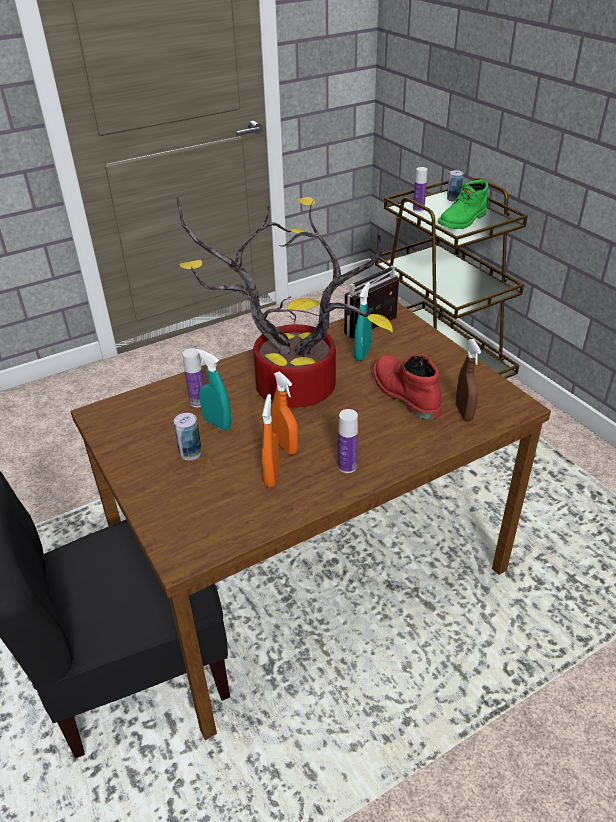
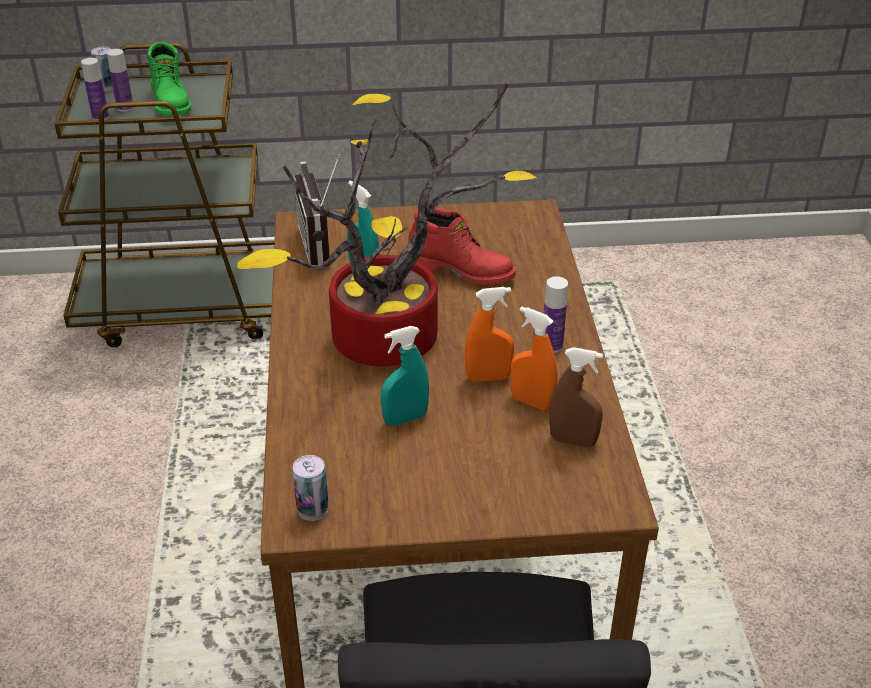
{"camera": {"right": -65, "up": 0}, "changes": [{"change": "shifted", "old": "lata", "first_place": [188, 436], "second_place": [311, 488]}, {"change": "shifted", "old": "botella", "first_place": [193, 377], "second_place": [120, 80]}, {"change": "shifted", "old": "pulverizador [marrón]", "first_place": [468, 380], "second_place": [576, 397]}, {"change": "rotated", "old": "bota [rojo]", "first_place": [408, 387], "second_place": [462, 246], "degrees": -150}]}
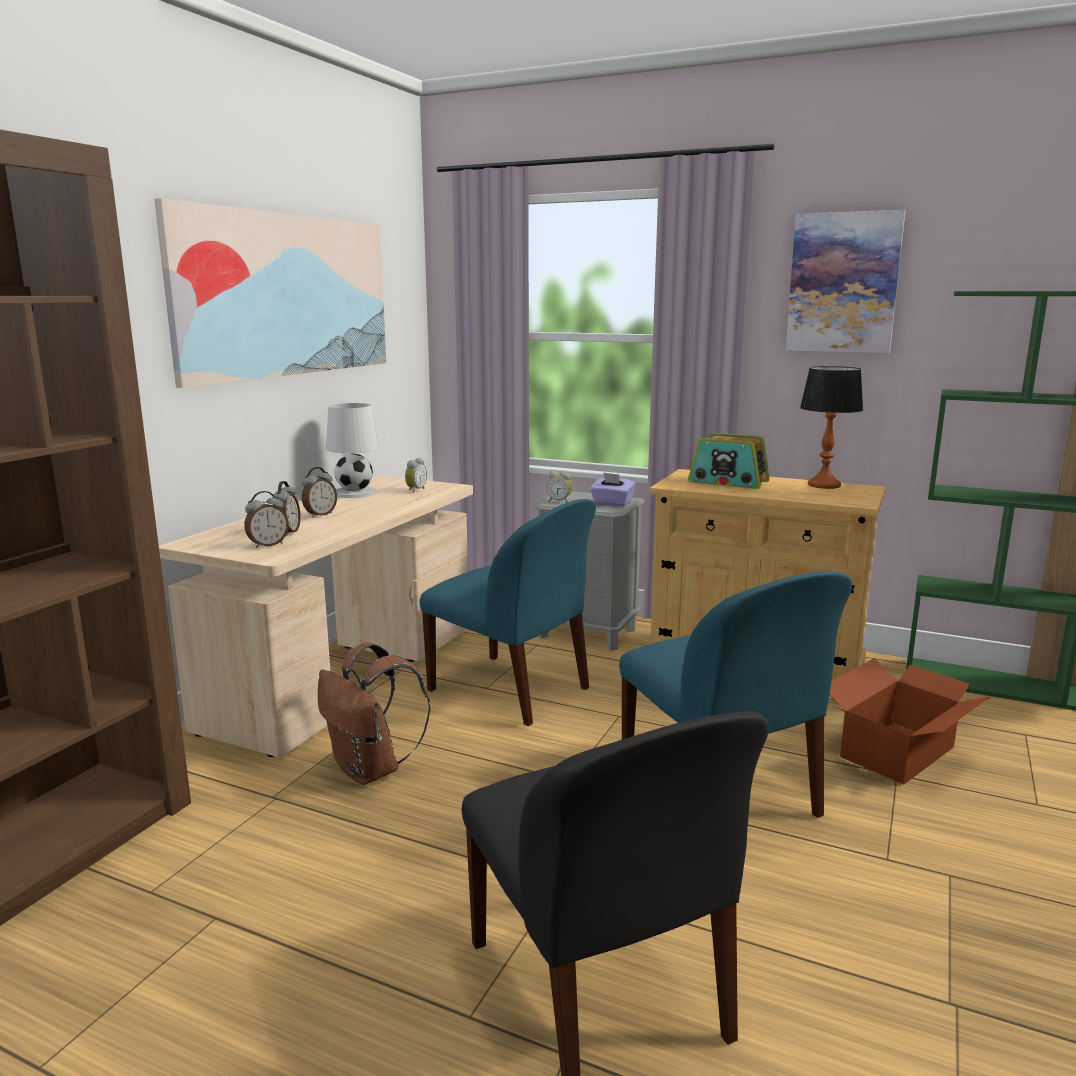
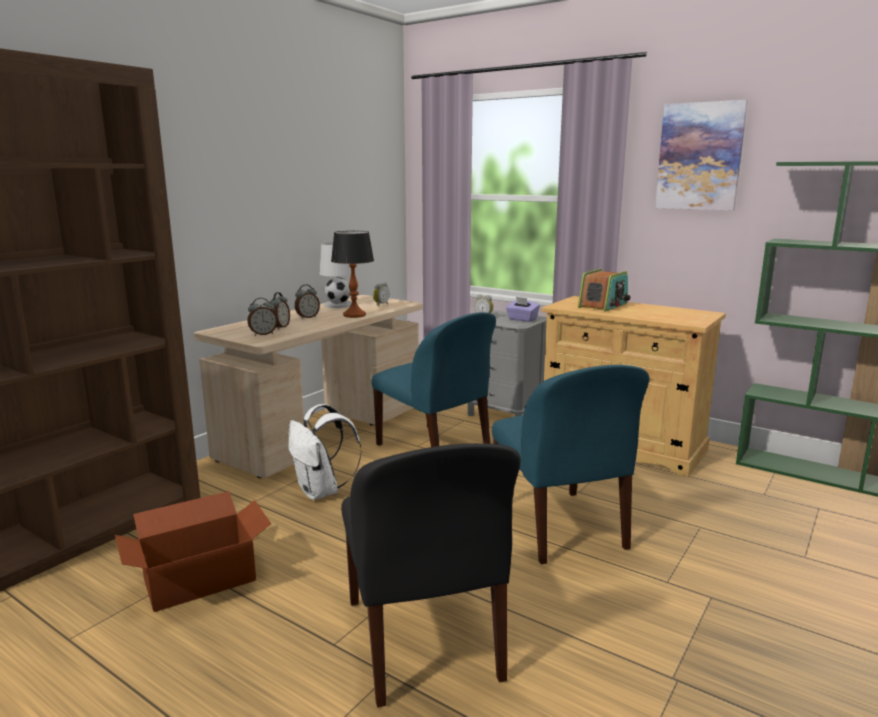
{"camera": {"right": 10, "up": 0}, "changes": [{"change": "gone", "old": "cuadro", "first_place": [270, 293]}, {"change": "shifted", "old": "lámpara de mesa", "first_place": [831, 427], "second_place": [352, 274]}, {"change": "shifted", "old": "caja de cartón", "first_place": [910, 721], "second_place": [193, 551]}, {"change": "repainted", "old": "mochila [marrón]", "new": "mochila [blanco]", "first_place": [374, 714], "second_place": [325, 452]}, {"change": "rotated", "old": "radio", "first_place": [729, 461], "second_place": [604, 290], "degrees": -90}]}
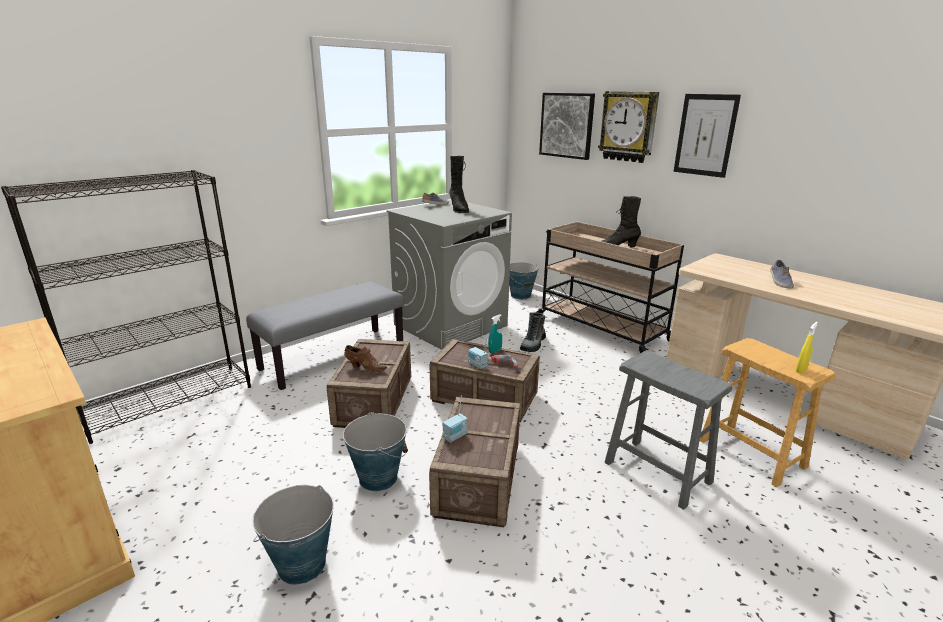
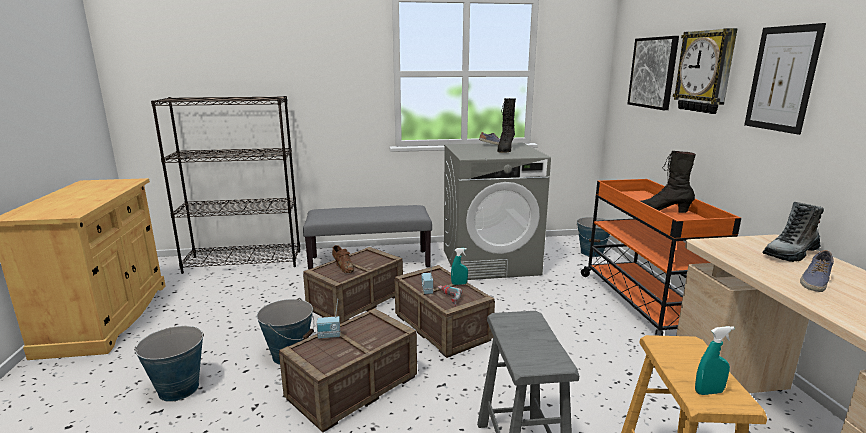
{"camera": {"right": 35, "up": -5}, "changes": [{"change": "shifted", "old": "bota", "first_place": [533, 332], "second_place": [793, 232]}, {"change": "repainted", "old": "carrito [beis]", "new": "carrito [naranja]", "first_place": [610, 287], "second_place": [661, 257]}, {"change": "repainted", "old": "pulverizador [amarillo]", "new": "pulverizador [turquesa]", "first_place": [807, 347], "second_place": [715, 360]}]}
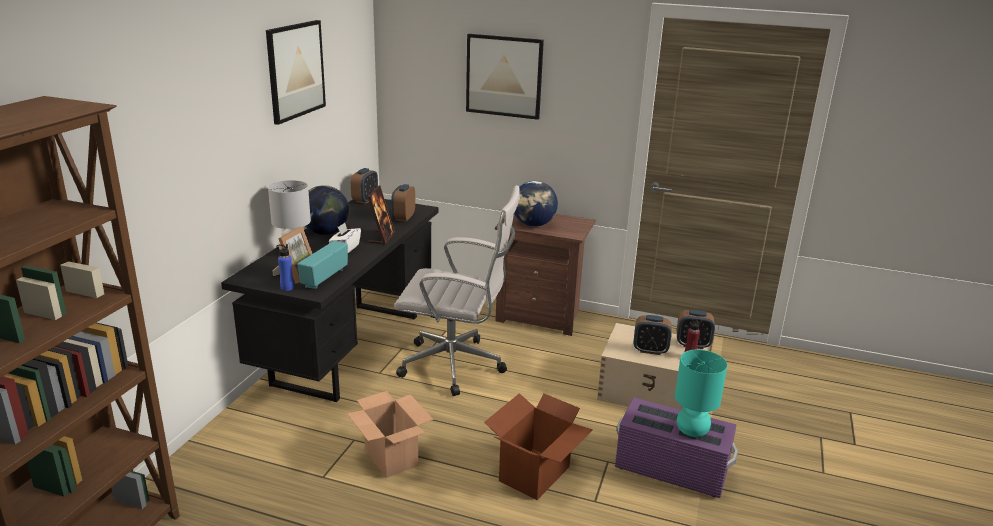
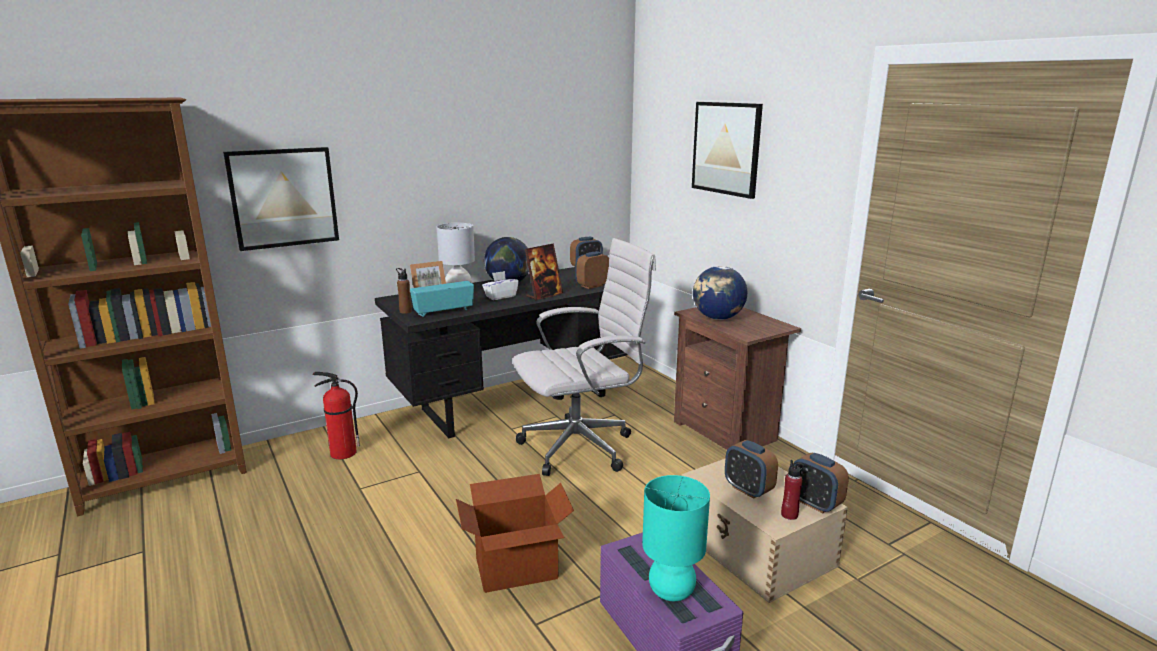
{"camera": {"right": 40, "up": -5}, "changes": [{"change": "gone", "old": "caja de cartón", "first_place": [390, 434]}, {"change": "new", "new": "extintor", "second_place": [336, 415]}, {"change": "shifted", "old": "cuadro", "first_place": [296, 72], "second_place": [281, 199]}, {"change": "repainted", "old": "botella [azul]", "new": "botella [marrón]", "first_place": [285, 267], "second_place": [404, 291]}, {"change": "rotated", "old": "silla de oficina [blanco]", "first_place": [457, 290], "second_place": [584, 357], "degrees": -75}]}
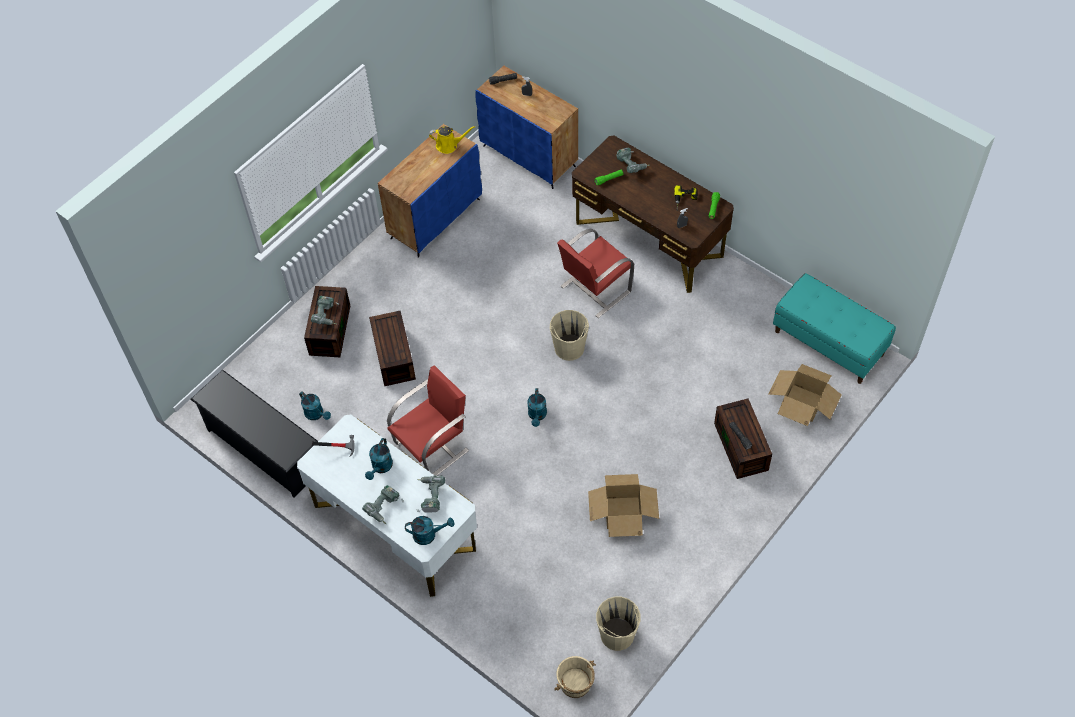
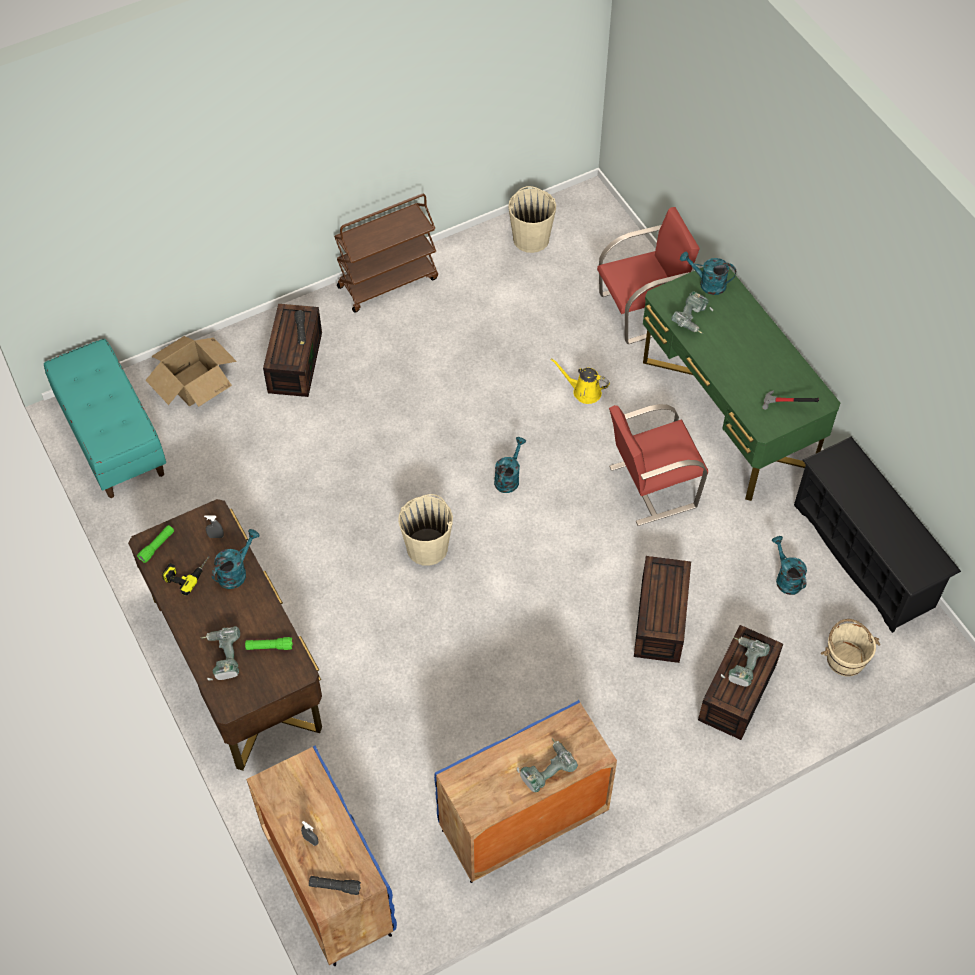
{"camera": {"right": -160, "up": 0}, "changes": [{"change": "gone", "old": "caja de cartón", "first_place": [623, 505]}, {"change": "new", "new": "carrito [marrón]", "second_place": [386, 253]}, {"change": "shifted", "old": "taladro", "first_place": [383, 505], "second_place": [547, 765]}, {"change": "shifted", "old": "regadera [turquesa]", "first_place": [379, 459], "second_place": [235, 559]}, {"change": "shifted", "old": "regadera [amarillo]", "first_place": [452, 140], "second_place": [580, 381]}, {"change": "shifted", "old": "cubo [beis]", "first_place": [575, 677], "second_place": [850, 647]}, {"change": "shifted", "old": "silla [rojo]", "first_place": [595, 273], "second_place": [648, 275]}, {"change": "repainted", "old": "escritorio [blanco]", "new": "escritorio [verde]", "first_place": [387, 505], "second_place": [741, 384]}]}
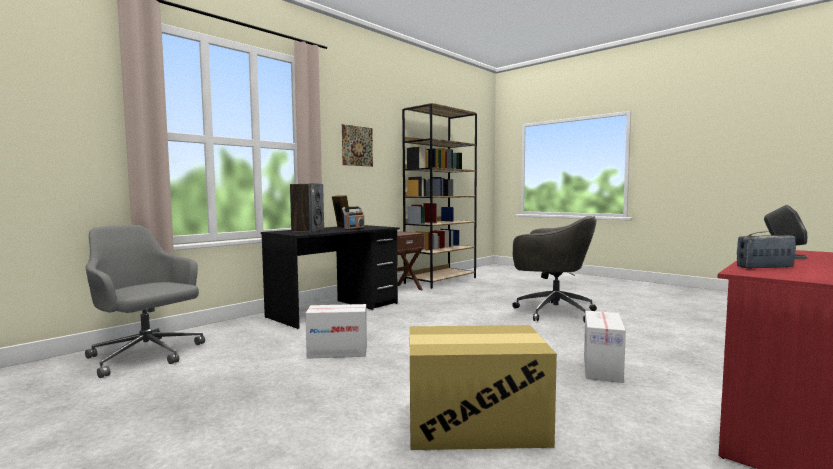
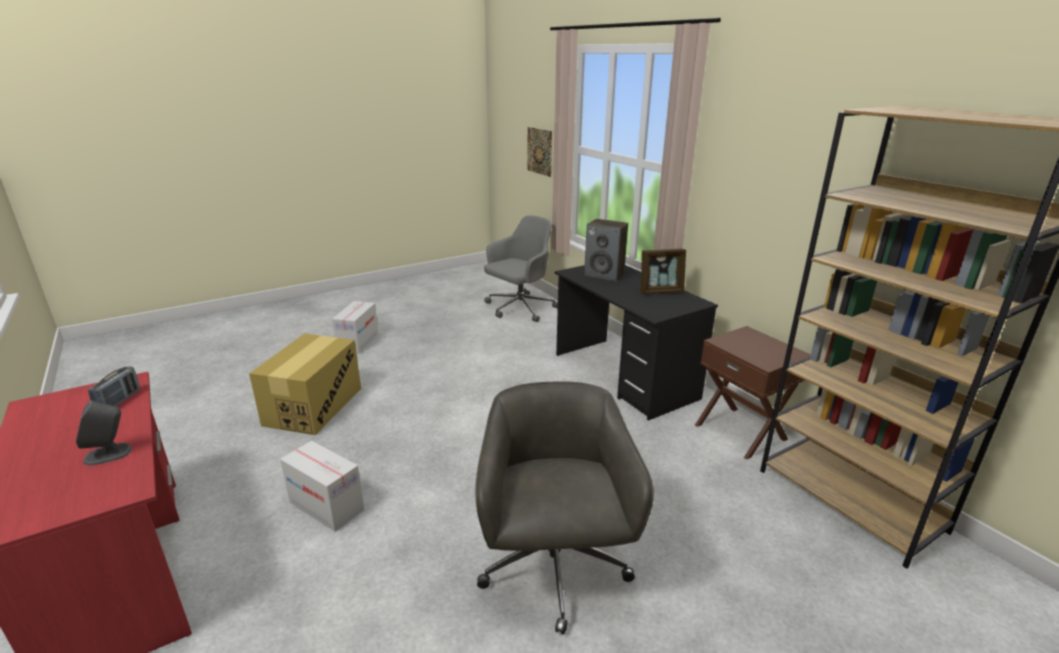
{"camera": {"right": 105, "up": 20}, "changes": [{"change": "gone", "old": "radio", "first_place": [353, 218]}, {"change": "shifted", "old": "caja de cartón", "first_place": [336, 331], "second_place": [355, 327]}, {"change": "shifted", "old": "cuadro", "first_place": [357, 145], "second_place": [539, 152]}, {"change": "rotated", "old": "silla de oficina [gris]", "first_place": [554, 269], "second_place": [564, 508], "degrees": 135}]}
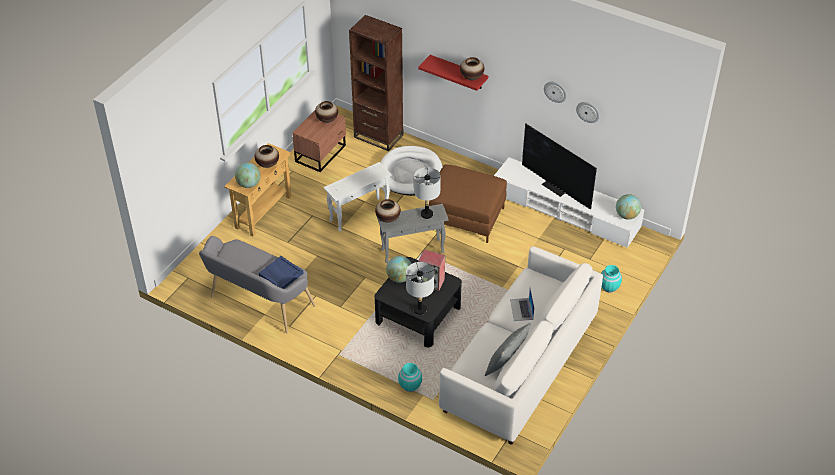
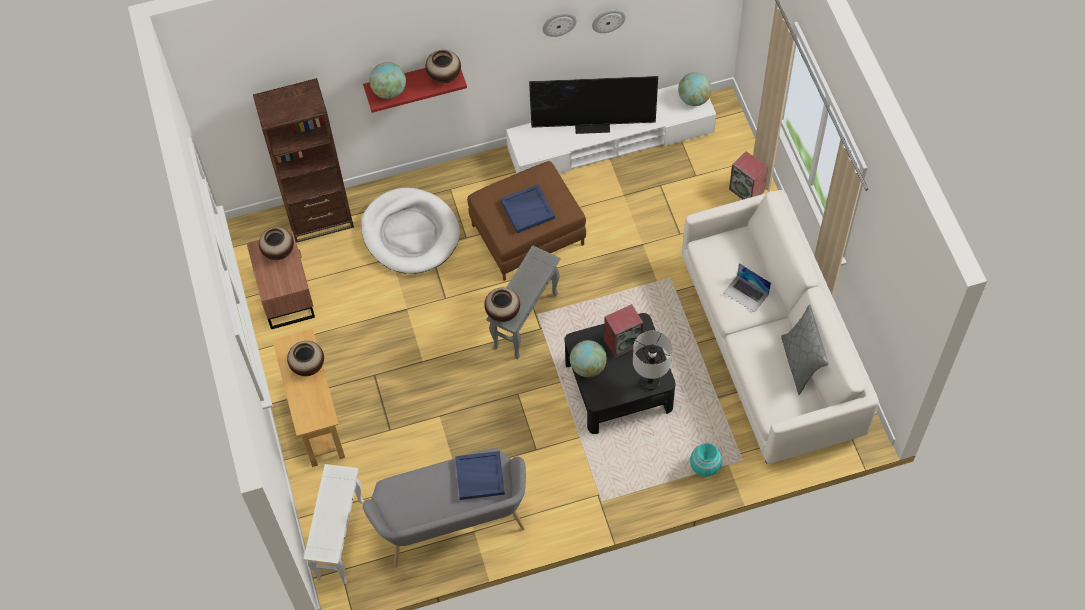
{"camera": {"right": -45, "up": 15}, "changes": [{"change": "gone", "old": "lámpara de mesa [gris]", "first_place": [427, 193]}, {"change": "new", "new": "bandeja [azul]", "second_place": [528, 208]}, {"change": "shifted", "old": "globo terráqueo", "first_place": [248, 175], "second_place": [387, 80]}, {"change": "shifted", "old": "mesa auxiliar [blanco]", "first_place": [358, 197], "second_place": [334, 524]}, {"change": "swapped", "old": "florero [turquesa]", "new": "altavoz", "first_place": [611, 278], "second_place": [748, 175]}]}
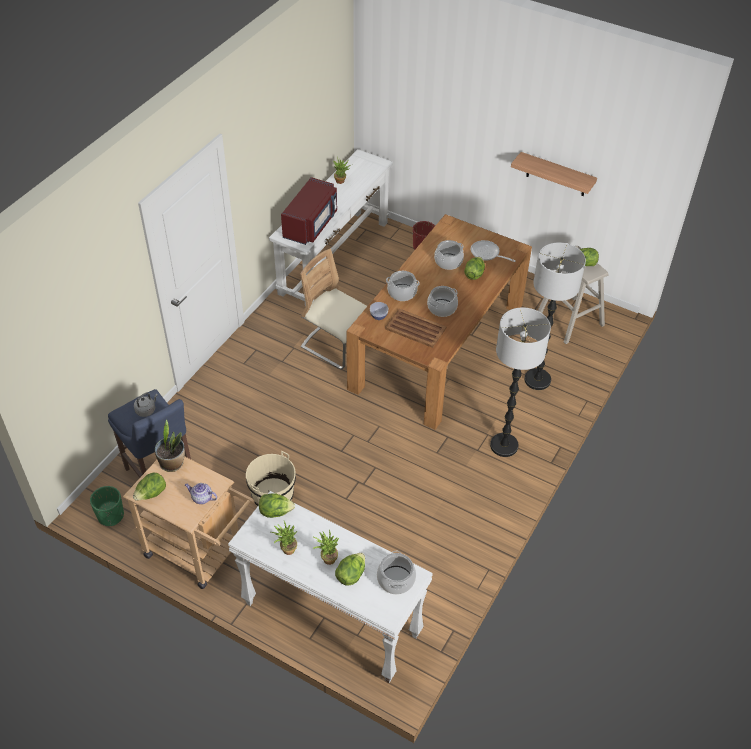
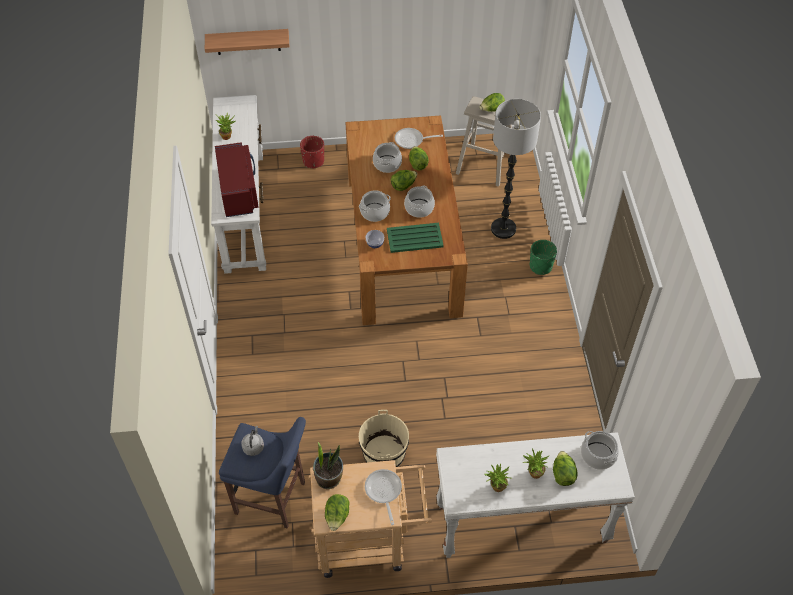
{"camera": {"right": -35, "up": 5}, "changes": [{"change": "gone", "old": "silla [beis]", "first_place": [333, 309]}, {"change": "gone", "old": "lámpara de pie", "first_place": [520, 382]}, {"change": "shifted", "old": "maceta [verde]", "first_place": [107, 506], "second_place": [543, 257]}, {"change": "shifted", "old": "lechuga", "first_place": [277, 505], "second_place": [404, 180]}, {"change": "shifted", "old": "estante", "first_place": [554, 174], "second_place": [247, 42]}, {"change": "swapped", "old": "tetera", "new": "sartén", "first_place": [201, 493], "second_place": [383, 497]}, {"change": "repainted", "old": "bandeja [marrón]", "new": "bandeja [verde]", "first_place": [415, 328], "second_place": [415, 238]}]}
